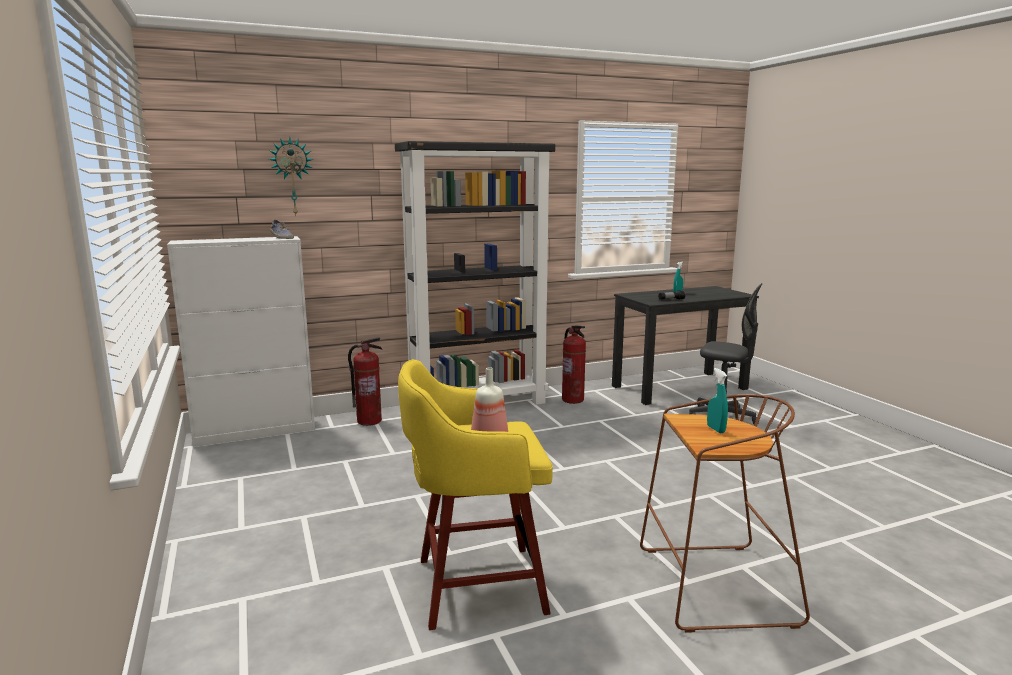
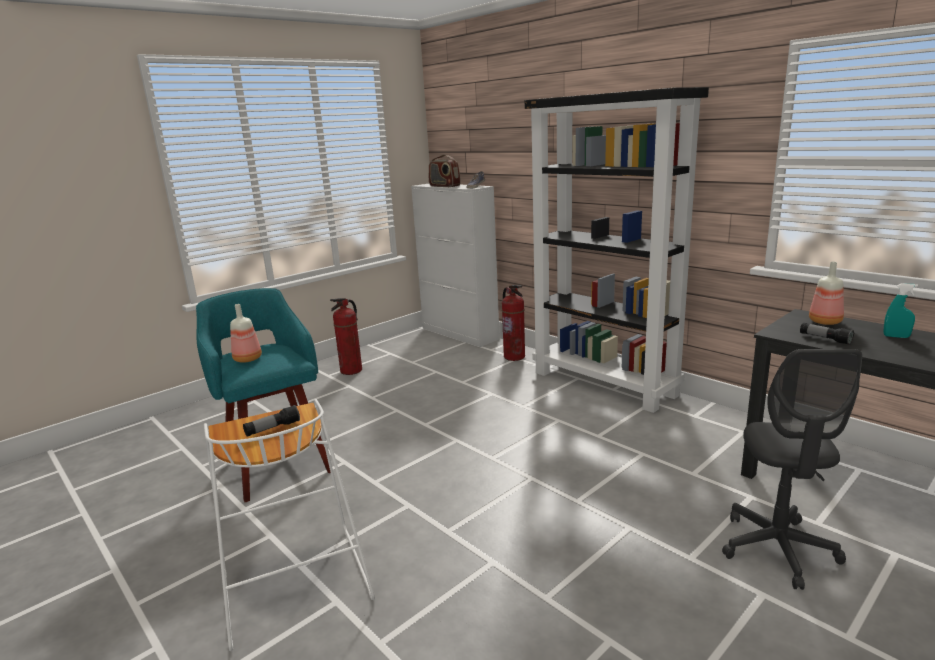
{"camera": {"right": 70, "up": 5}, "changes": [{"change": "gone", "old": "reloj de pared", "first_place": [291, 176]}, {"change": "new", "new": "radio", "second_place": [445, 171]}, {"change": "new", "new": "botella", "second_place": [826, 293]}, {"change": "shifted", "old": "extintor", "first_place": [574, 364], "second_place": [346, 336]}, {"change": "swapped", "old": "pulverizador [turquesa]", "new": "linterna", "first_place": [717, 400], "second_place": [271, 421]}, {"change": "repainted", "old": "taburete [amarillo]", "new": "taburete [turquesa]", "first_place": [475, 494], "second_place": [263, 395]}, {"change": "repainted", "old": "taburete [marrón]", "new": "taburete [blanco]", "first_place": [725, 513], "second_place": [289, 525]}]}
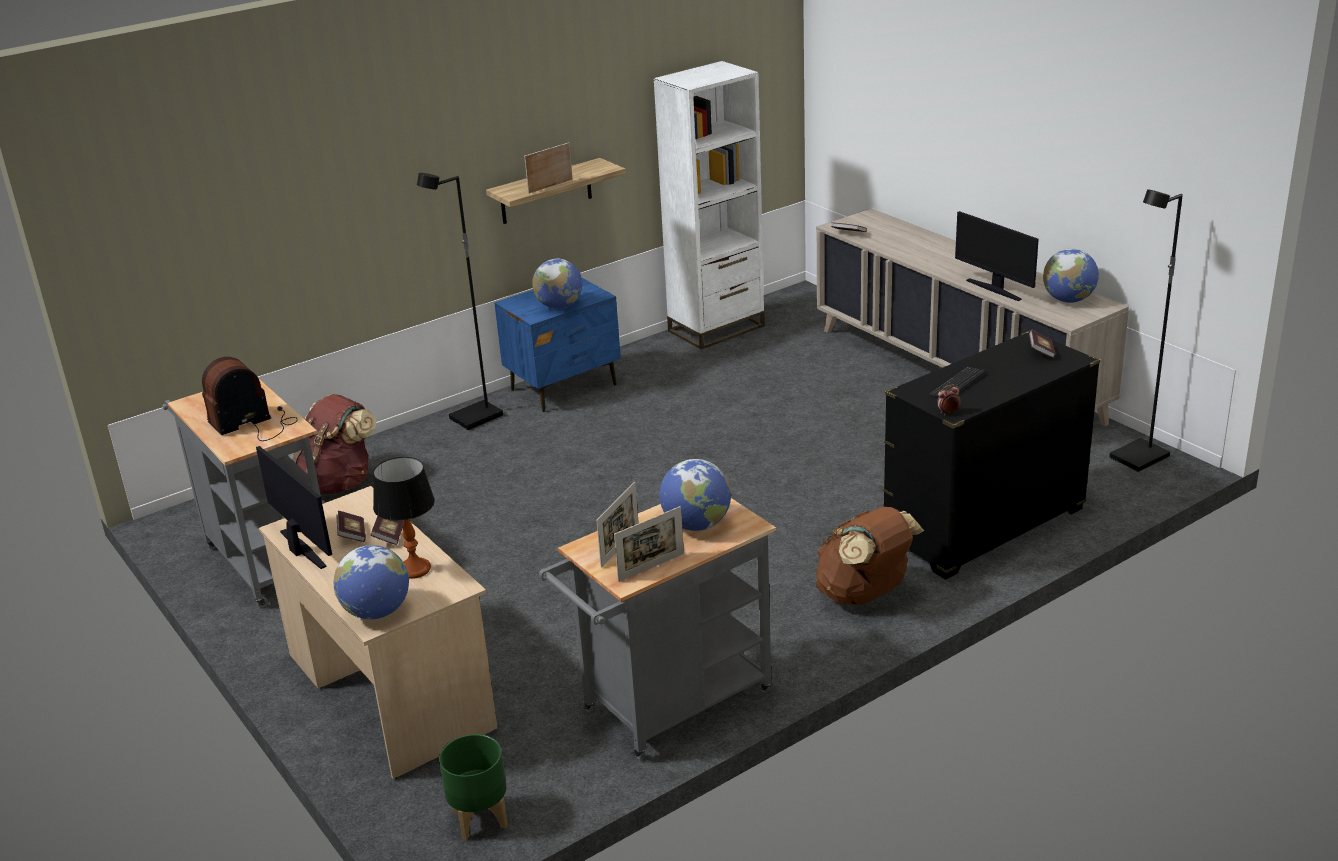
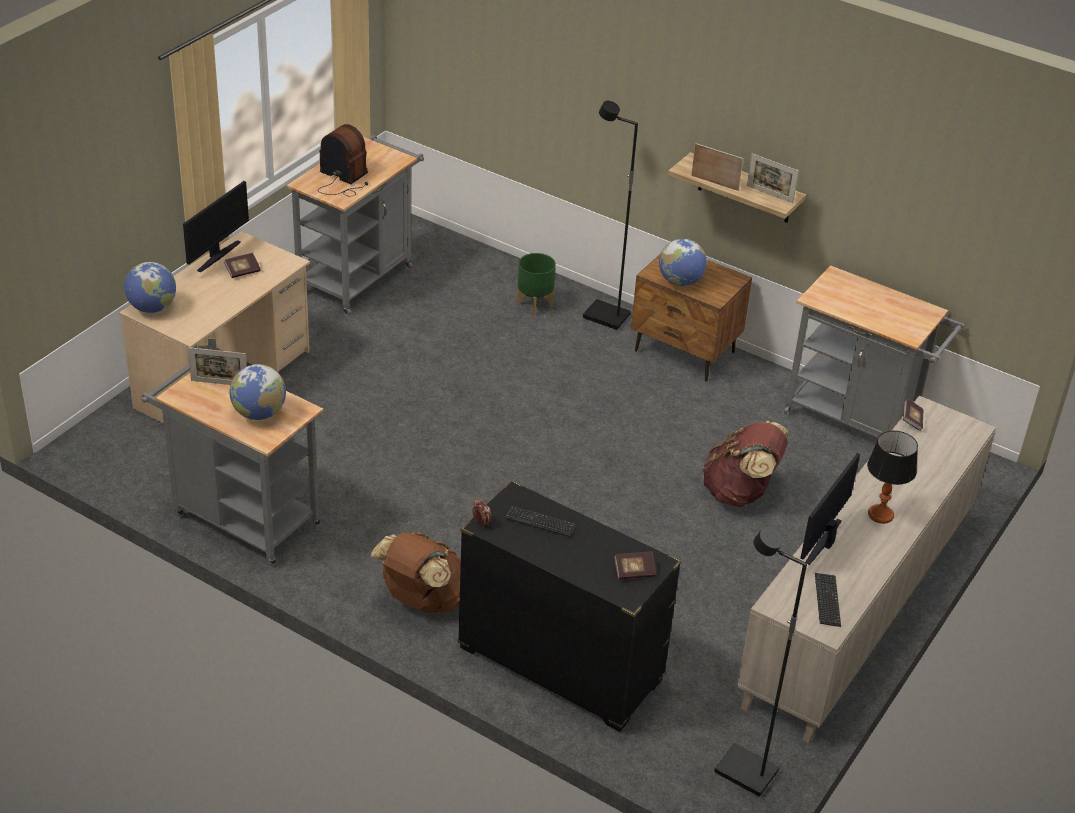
{"camera": {"right": 65, "up": 10}, "changes": [{"change": "gone", "old": "libro", "first_place": [387, 530]}, {"change": "shifted", "old": "mochila [marrón]", "first_place": [334, 444], "second_place": [745, 464]}, {"change": "shifted", "old": "lámpara de mesa", "first_place": [404, 518], "second_place": [892, 477]}, {"change": "shifted", "old": "maceta [verde]", "first_place": [473, 787], "second_place": [536, 284]}, {"change": "shifted", "old": "portarretratos", "first_place": [649, 544], "second_place": [773, 178]}, {"change": "swapped", "old": "estantería [blanco]", "new": "carrito [gris]", "first_place": [709, 205], "second_place": [874, 351]}, {"change": "swapped", "old": "globo terráqueo", "new": "teclado", "first_place": [1071, 276], "second_place": [828, 600]}, {"change": "repainted", "old": "mesita de noche [azul]", "new": "mesita de noche [marrón]", "first_place": [558, 345], "second_place": [691, 317]}]}
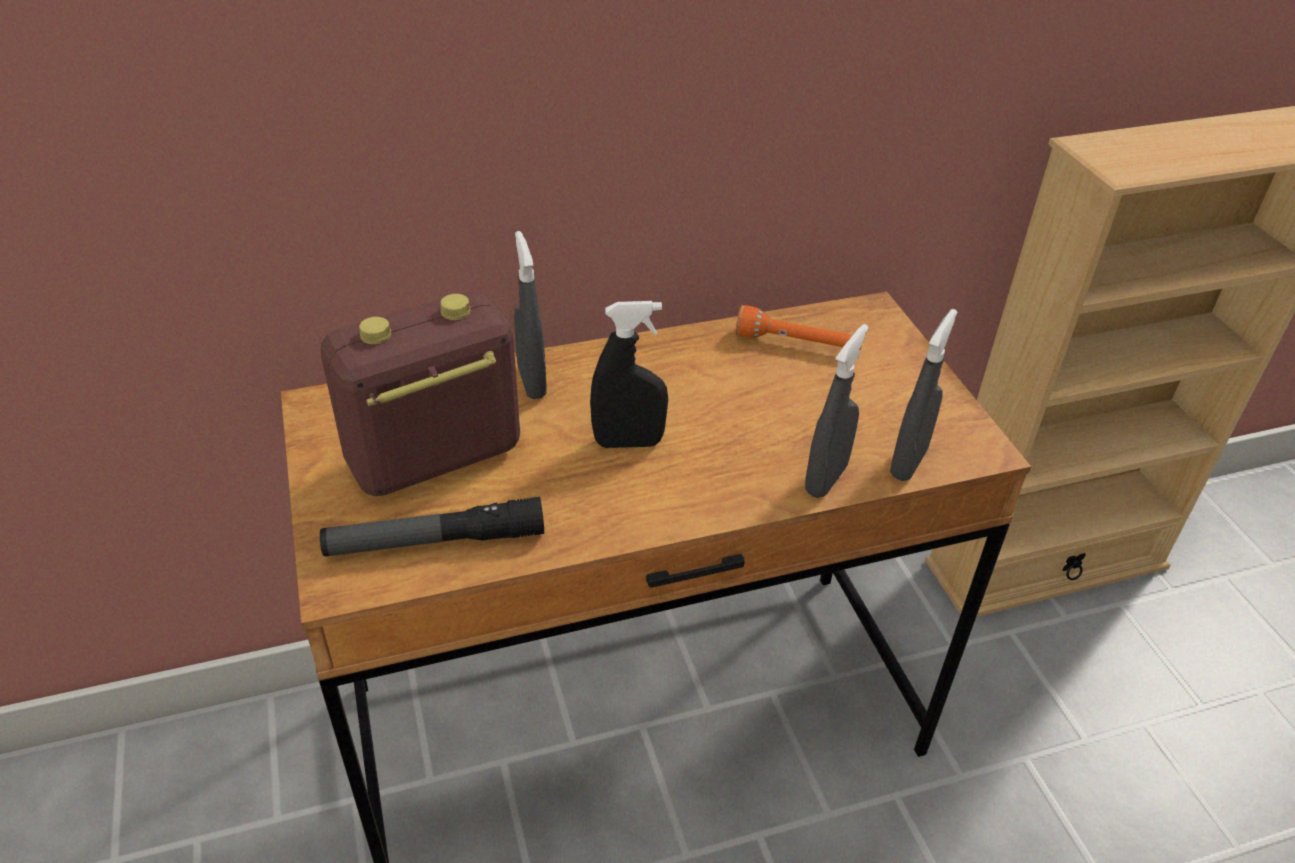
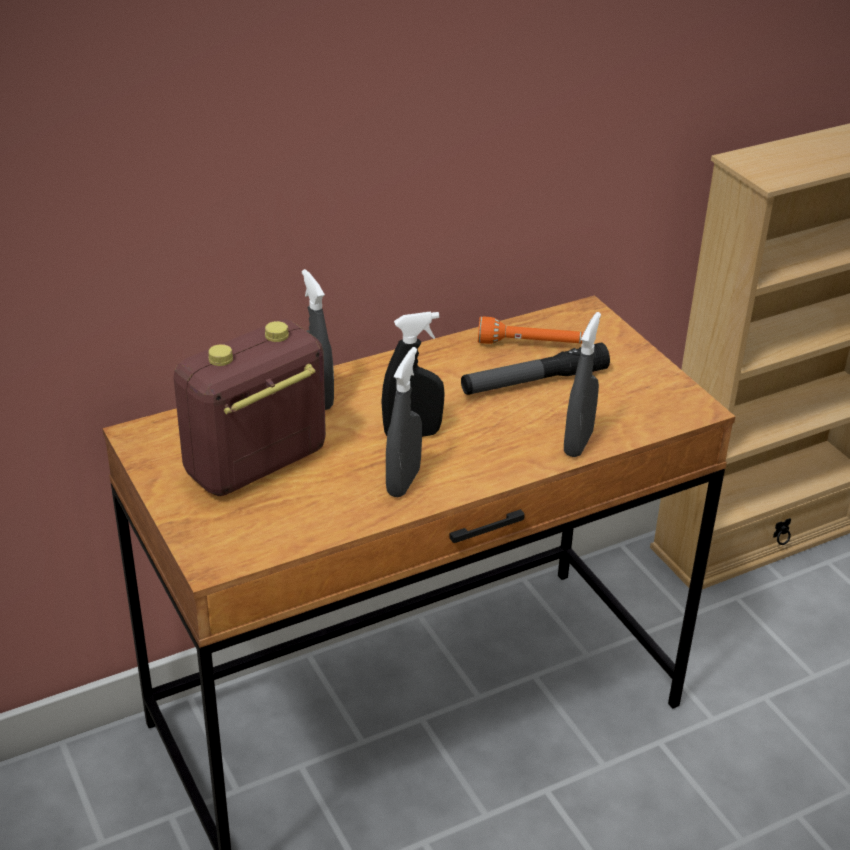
{"camera": {"right": -10, "up": -5}, "changes": [{"change": "shifted", "old": "linterna", "first_place": [432, 526], "second_place": [535, 369]}, {"change": "shifted", "old": "pulverizador [gris]", "first_place": [923, 395], "second_place": [404, 422]}]}
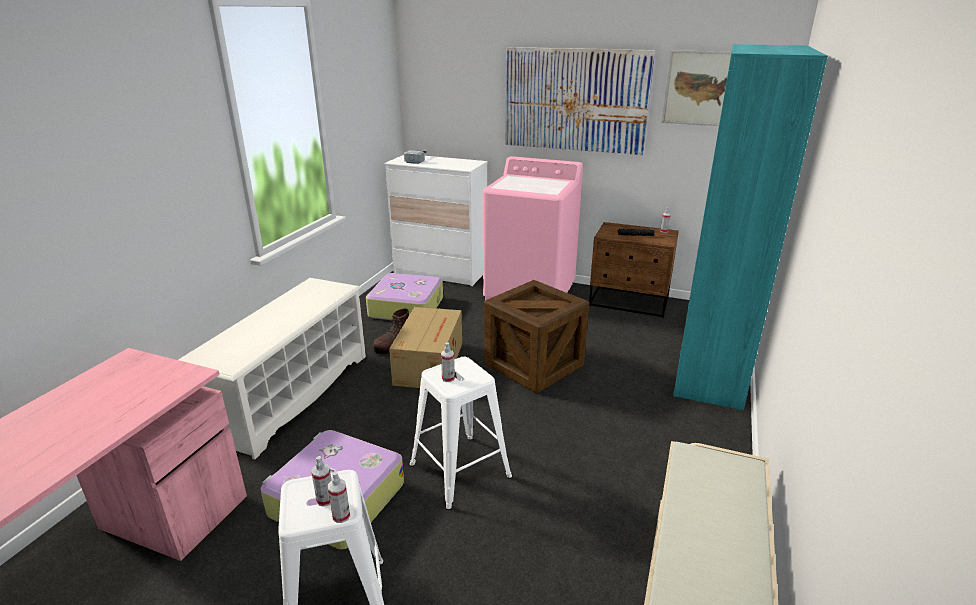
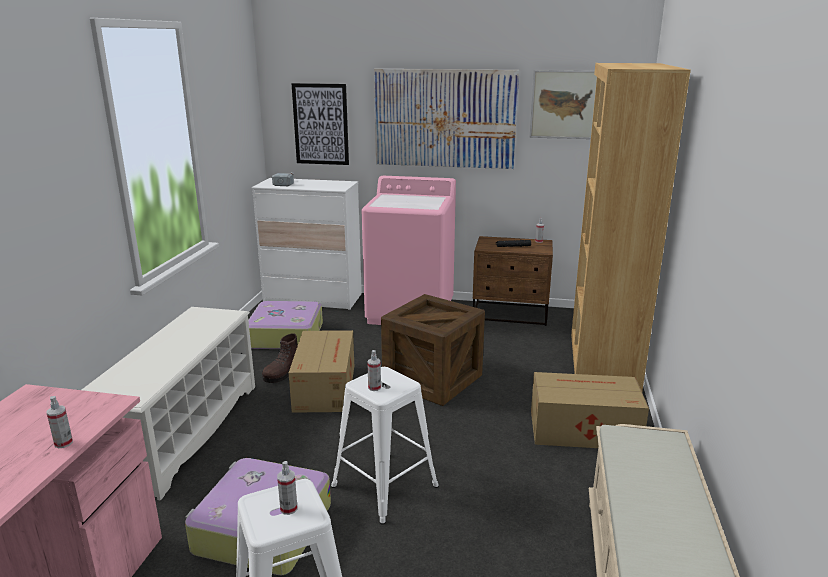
{"camera": {"right": -10, "up": -5}, "changes": [{"change": "new", "new": "cuadro", "second_place": [320, 124]}, {"change": "new", "new": "caja de cartón", "second_place": [590, 410]}, {"change": "shifted", "old": "pulverizador", "first_place": [339, 497], "second_place": [60, 422]}, {"change": "repainted", "old": "estantería [turquesa]", "new": "estantería [marrón]", "first_place": [750, 227], "second_place": [631, 227]}]}
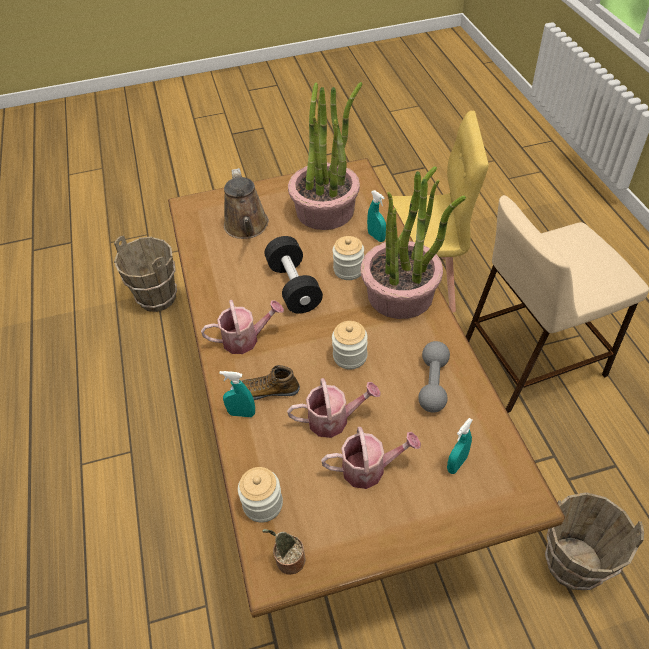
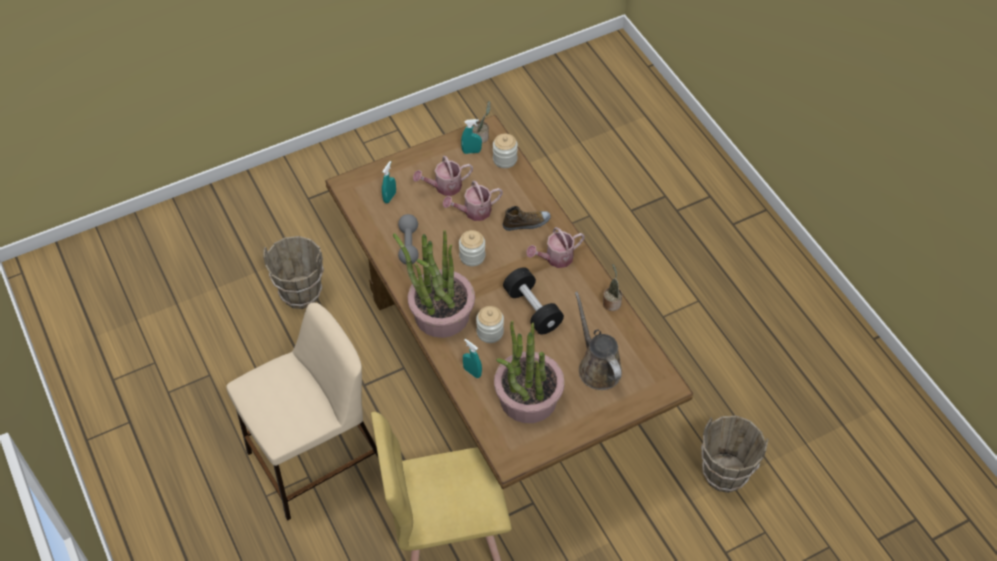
{"camera": {"right": 165, "up": 5}, "changes": [{"change": "new", "new": "planta en maceta", "second_place": [612, 287]}, {"change": "shifted", "old": "pulverizador [turquesa]", "first_place": [237, 394], "second_place": [471, 136]}]}
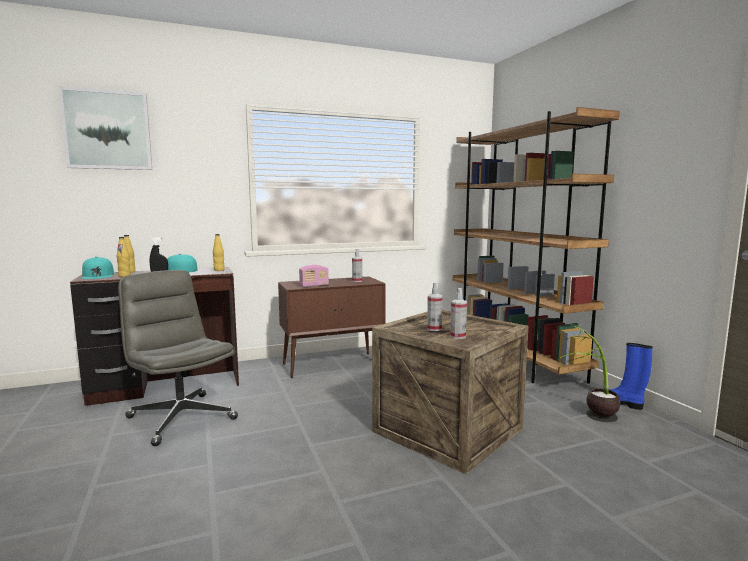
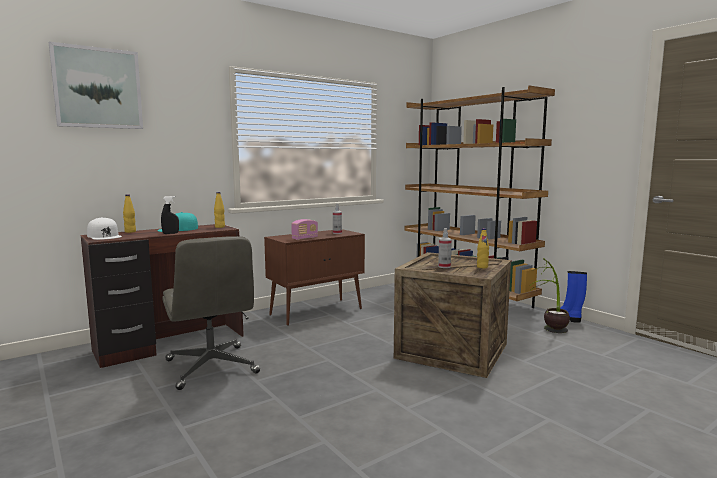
{"camera": {"right": -15, "up": 0}, "changes": [{"change": "gone", "old": "pulverizador", "first_place": [458, 313]}, {"change": "shifted", "old": "botella [amarillo]", "first_place": [124, 257], "second_place": [483, 248]}, {"change": "repainted", "old": "gorra [turquesa]", "new": "gorra [blanco]", "first_place": [97, 268], "second_place": [104, 228]}, {"change": "rotated", "old": "silla de oficina [gris]", "first_place": [178, 358], "second_place": [211, 313], "degrees": -150}]}
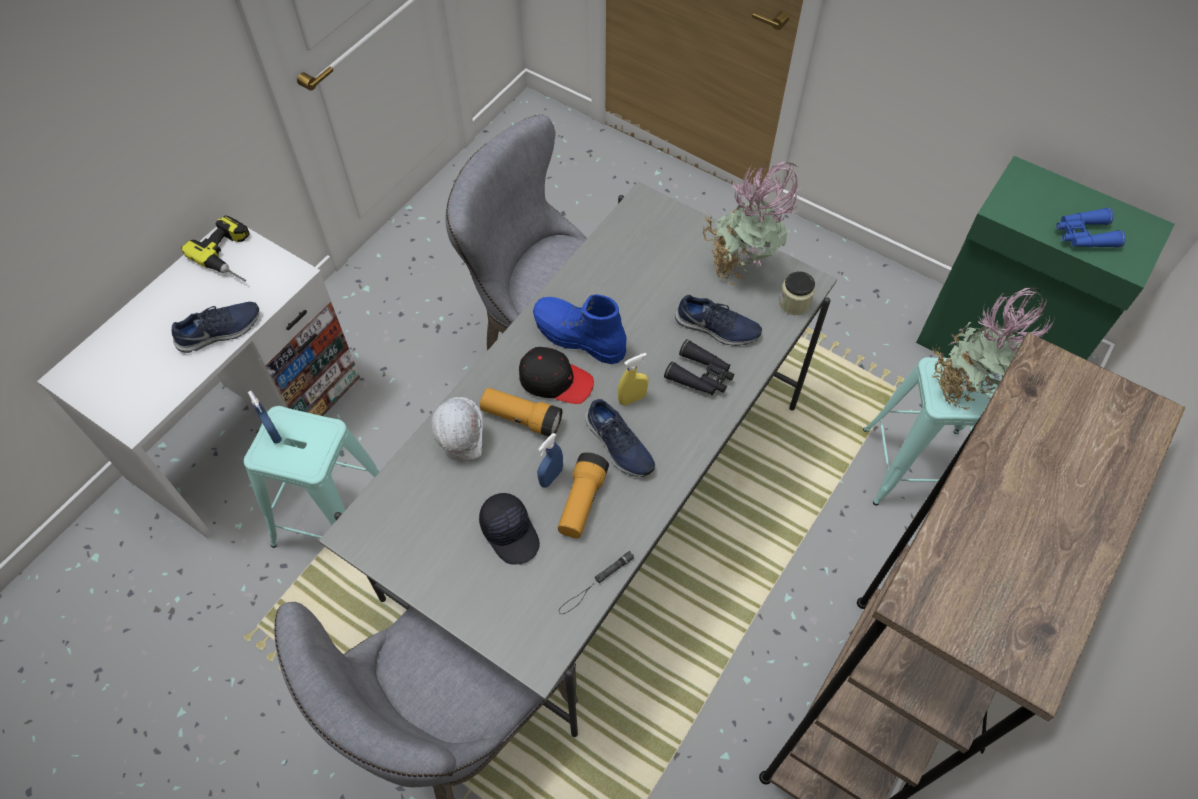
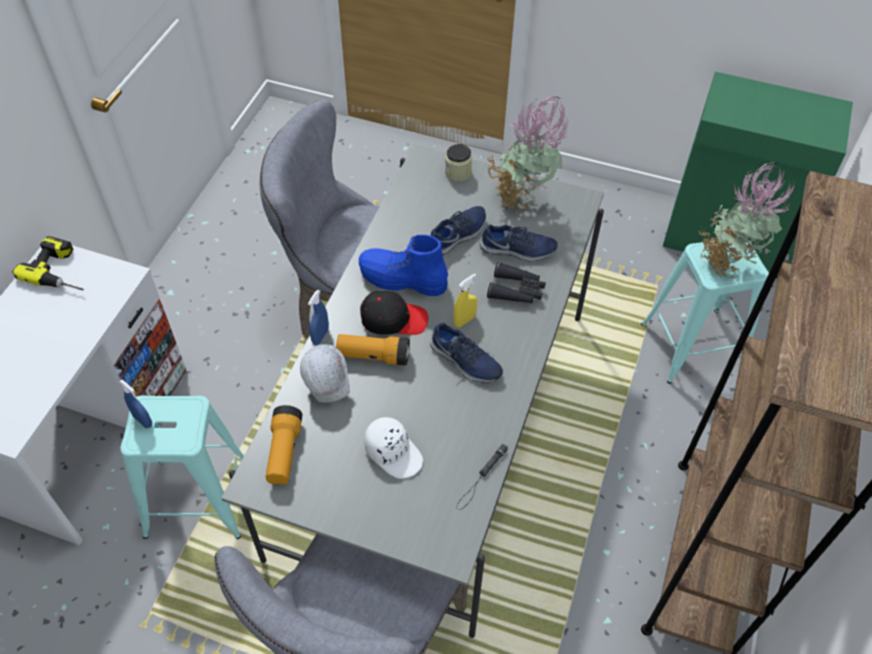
{"camera": {"right": -15, "up": -5}, "changes": [{"change": "gone", "old": "prismáticos [azul]", "first_place": [1091, 228]}, {"change": "shifted", "old": "zapato [azul]", "first_place": [215, 327], "second_place": [458, 230]}, {"change": "shifted", "old": "pulverizador [azul]", "first_place": [550, 460], "second_place": [318, 317]}, {"change": "shifted", "old": "linterna", "first_place": [583, 495], "second_place": [284, 445]}, {"change": "shifted", "old": "tarro", "first_place": [797, 293], "second_place": [458, 162]}, {"change": "repainted", "old": "gorra [negro]", "new": "gorra [blanco]", "first_place": [509, 529], "second_place": [393, 448]}]}
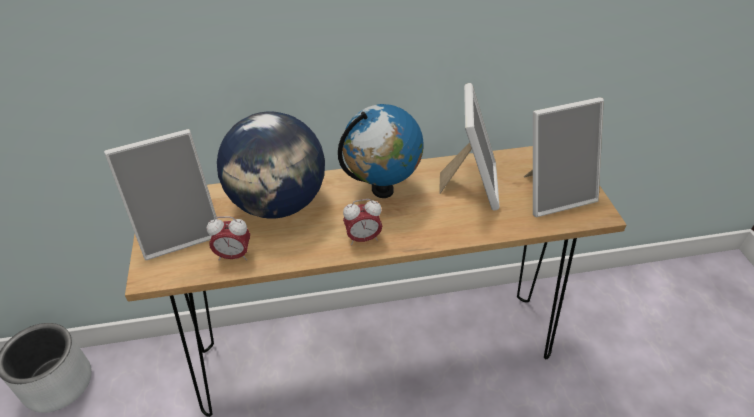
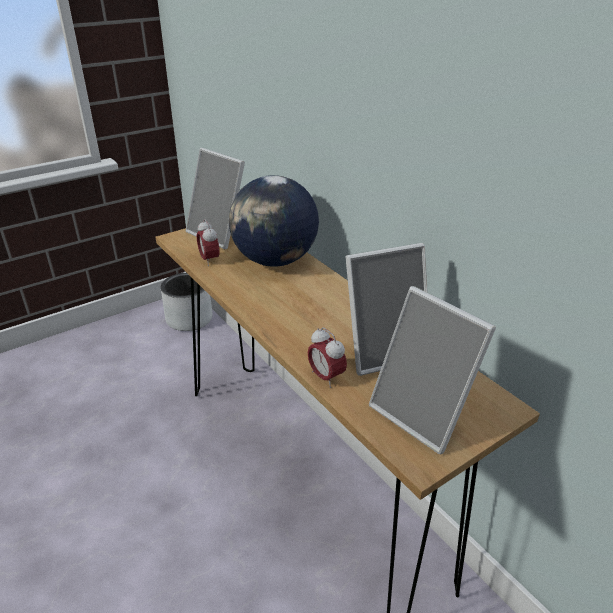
{"camera": {"right": 65, "up": -10}, "changes": [{"change": "gone", "old": "globo terráqueo", "first_place": [381, 151]}, {"change": "shifted", "old": "despertador", "first_place": [362, 222], "second_place": [327, 357]}]}
